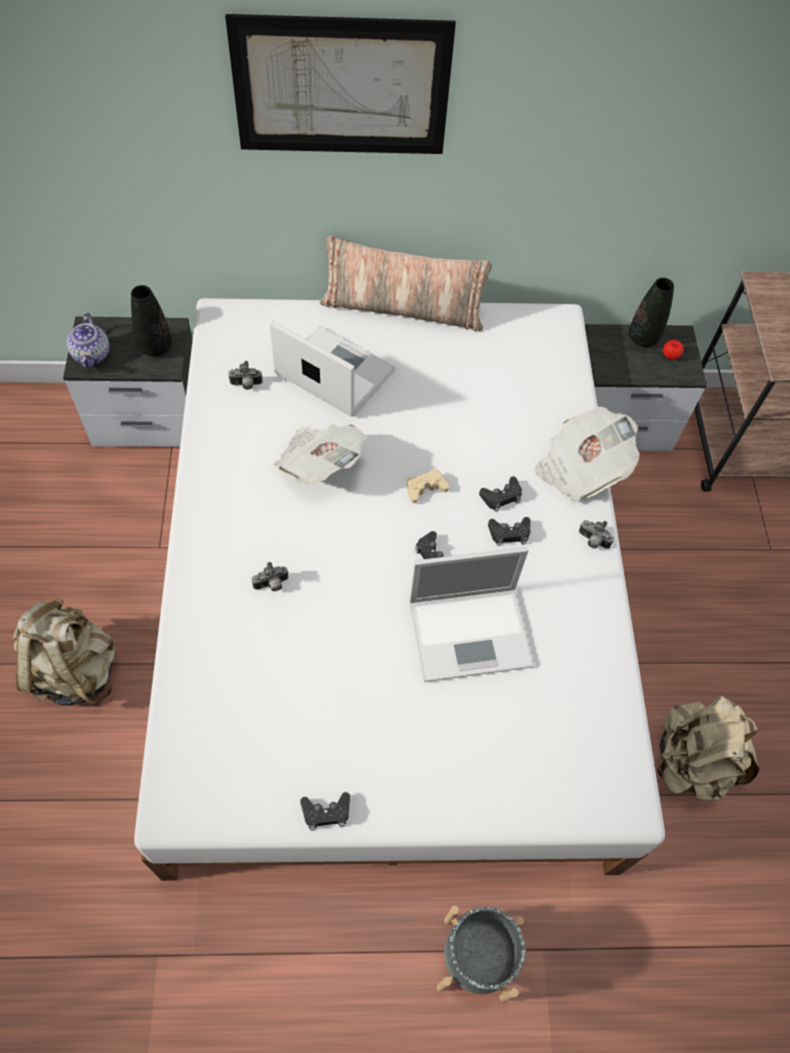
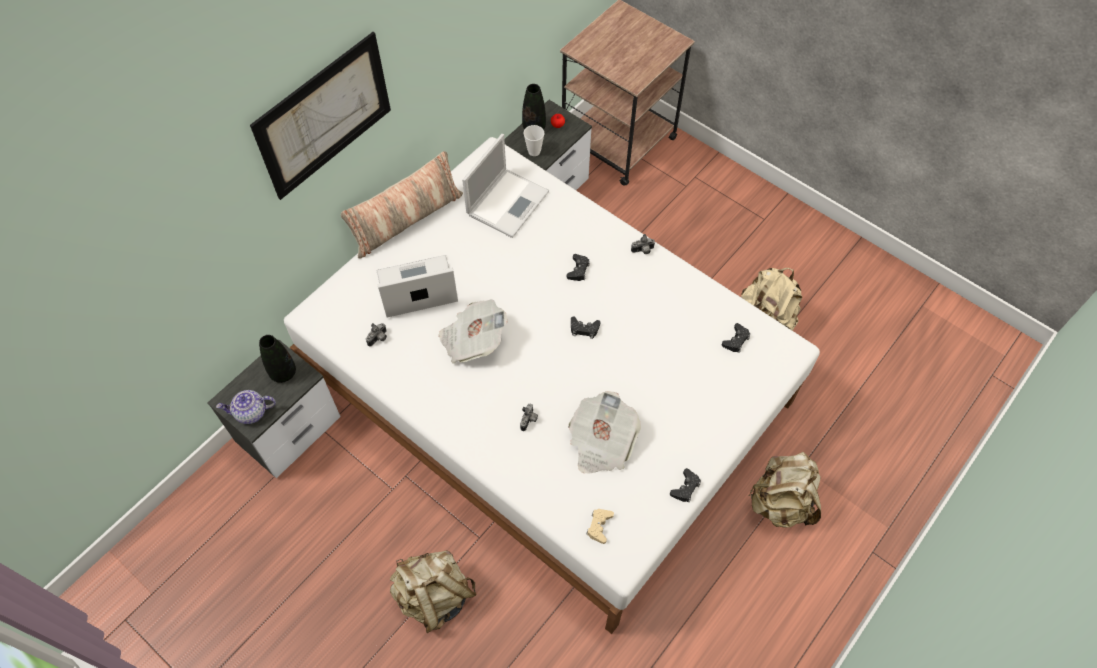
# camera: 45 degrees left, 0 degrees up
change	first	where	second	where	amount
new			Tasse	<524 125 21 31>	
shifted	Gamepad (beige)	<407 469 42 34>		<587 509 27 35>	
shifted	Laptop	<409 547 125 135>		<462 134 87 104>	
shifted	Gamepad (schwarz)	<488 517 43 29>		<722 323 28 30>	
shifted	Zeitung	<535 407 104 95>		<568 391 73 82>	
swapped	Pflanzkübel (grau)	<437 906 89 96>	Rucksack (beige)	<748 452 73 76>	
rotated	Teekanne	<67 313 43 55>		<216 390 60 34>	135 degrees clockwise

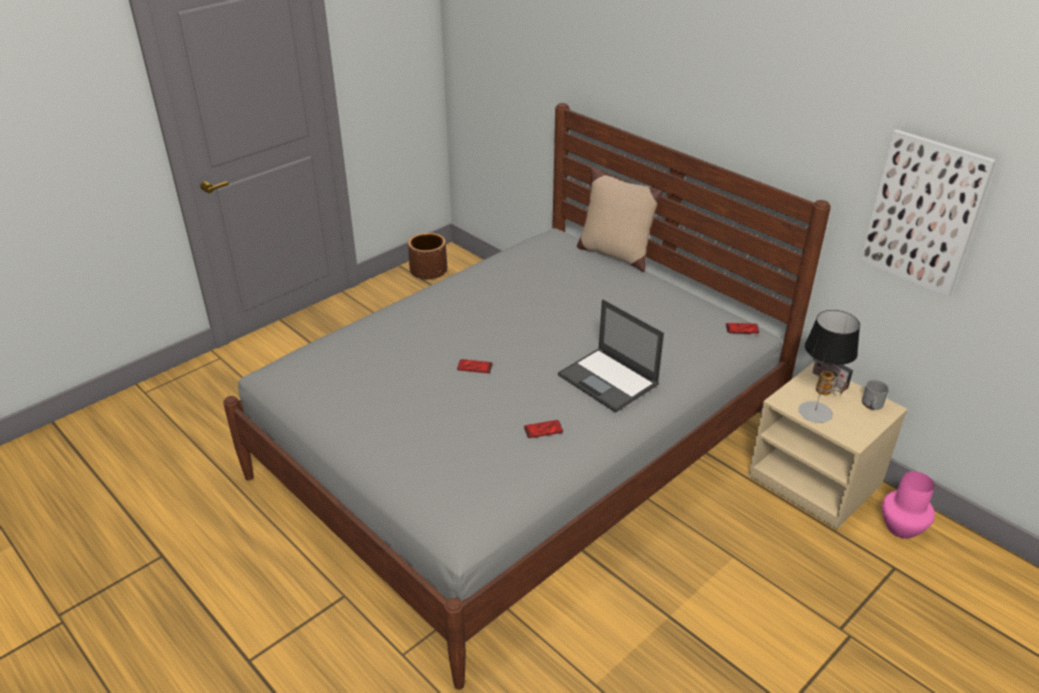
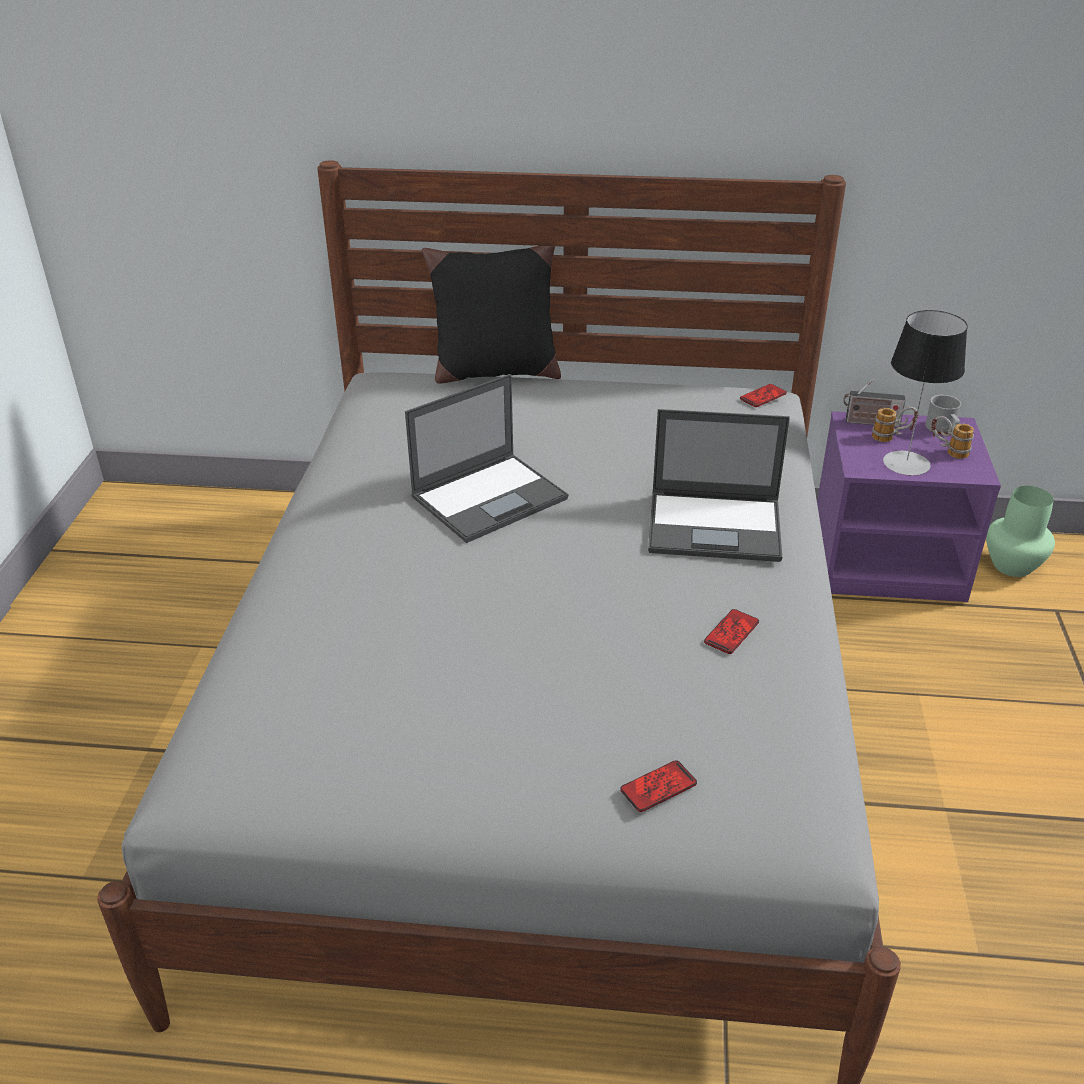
# camera: 40 degrees left, 0 degrees up
change	first	where	second	where	amount
gone	Pflanzkübel (braun)	<408 233 39 46>			
gone	Bild	<860 129 136 168>			
new			Laptop	<405 374 163 169>	
new			Henkelbecher	<931 416 43 43>	
shifted	Handy	<457 359 36 14>		<620 760 77 52>	
repainted	Kissen (beige)	<577 168 86 104>	Kissen (schwarz)	<422 246 139 138>	
repainted	Nachttisch (beige)	<748 362 160 168>	Nachttisch (lila)	<817 411 184 191>	
repainted	Vase (rosa)	<882 471 53 68>	Vase (grün)	<986 486 69 91>	

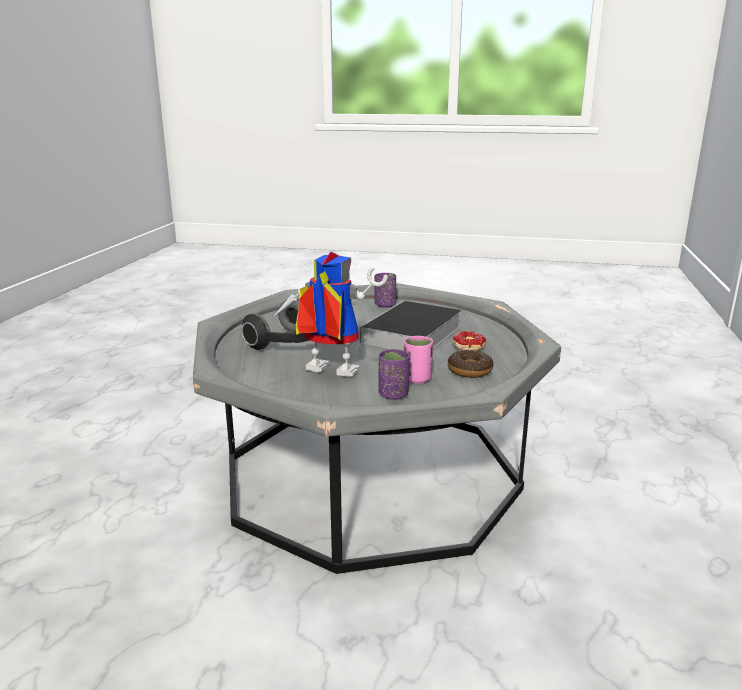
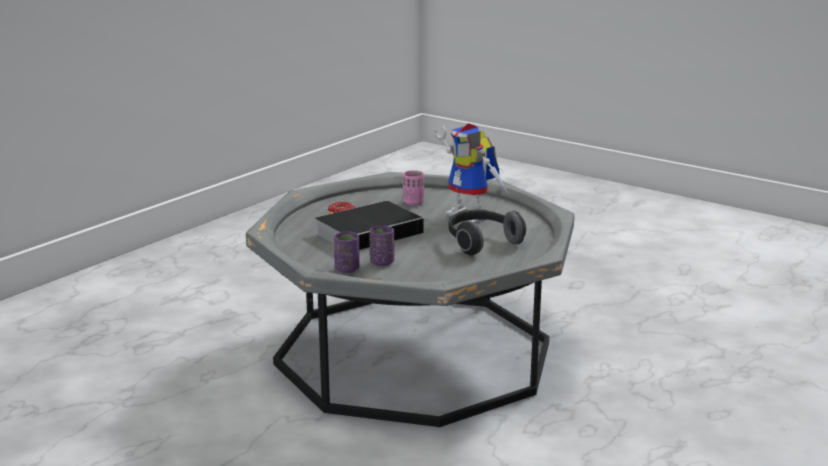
# camera: 155 degrees left, 0 degrees up
change	first	where	second	where	amount
gone	Donut	<448 350 46 28>			
shifted	Tasse (lila)	<378 349 32 51>		<369 226 25 40>	

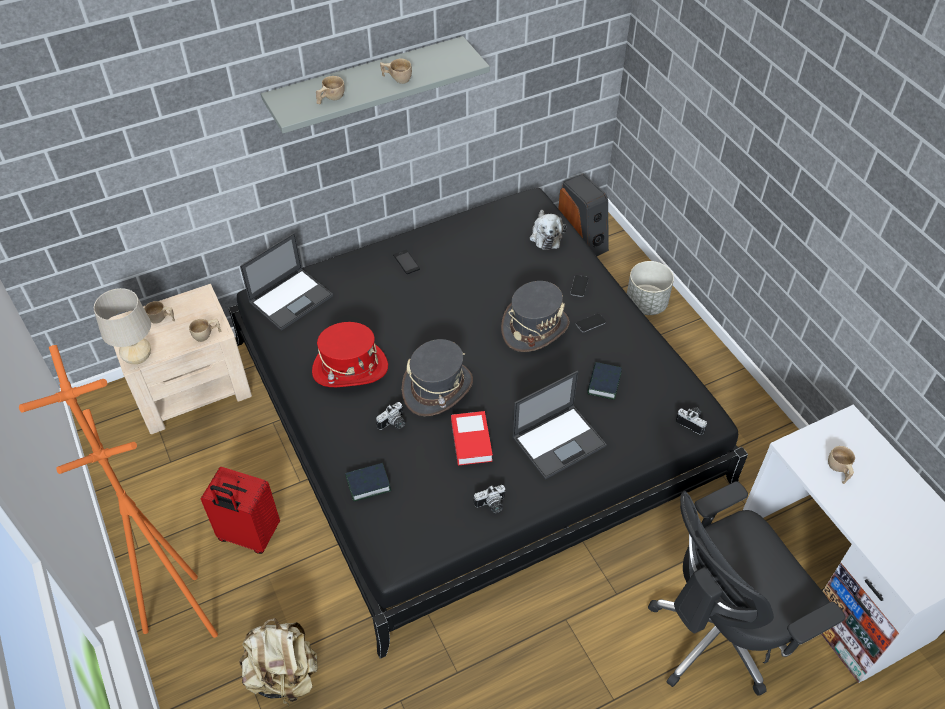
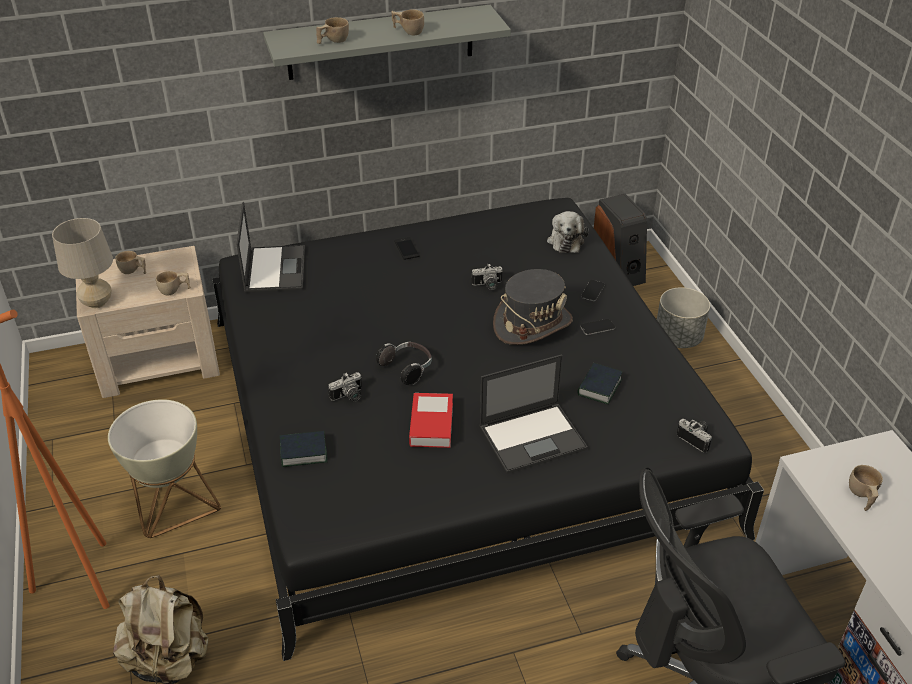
# camera: 10 degrees right, 10 degrees down
change	first	where	second	where	amount
gone	Hut (rot)	<312 322 76 65>			
shifted	Kamera	<473 485 32 28>		<471 264 32 26>	
swapped	Koffer (rot)	<201 467 79 87>	Pflanzkübel	<108 399 113 139>	
swapped	Hut (grau)	<402 339 71 77>	Kopfhörer	<376 342 56 43>	
rotated	Laptop	<240 233 93 98>		<236 202 69 91>	60 degrees counterclockwise

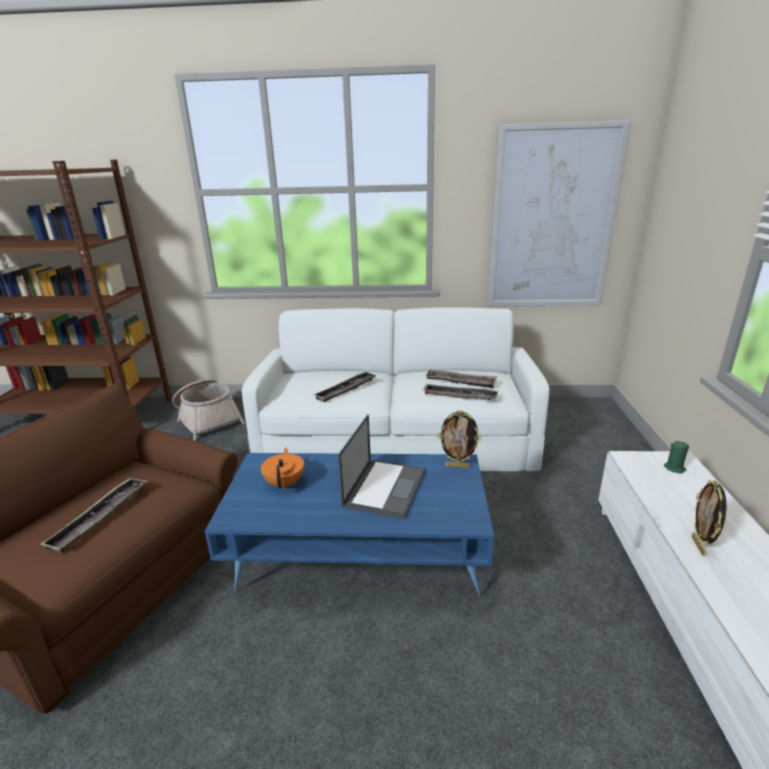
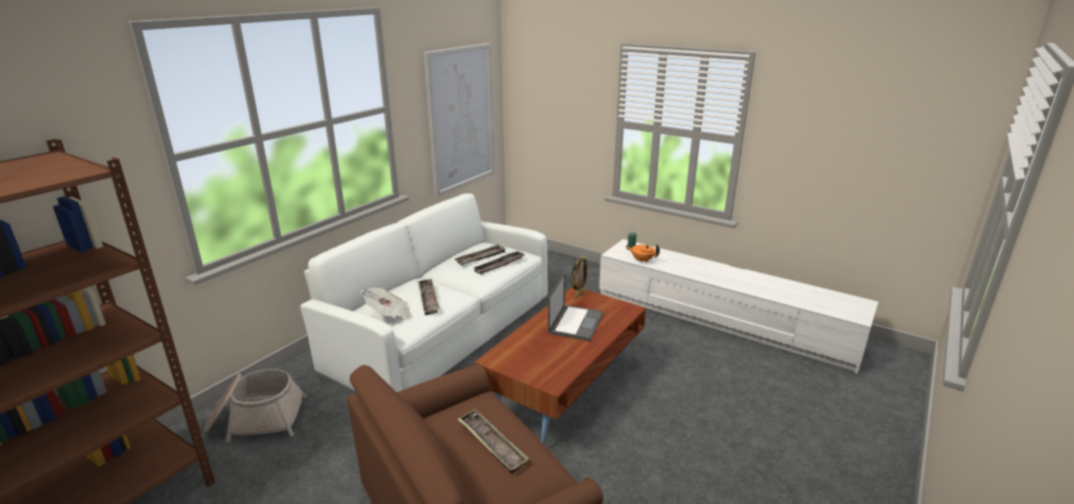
# camera: 60 degrees left, 0 degrees up
change	first	where	second	where	amount
gone	Bilderrahmen	<692 480 35 76>			
new			Zeitung	<360 288 52 30>	
shifted	Teekanne (orange)	<261 448 43 42>		<626 244 34 19>	
repainted	Couchtisch (blau)	<205 453 289 145>	Couchtisch (braun)	<474 286 172 157>	
rotated	Laptop	<338 414 87 105>		<548 273 55 68>	60 degrees clockwise

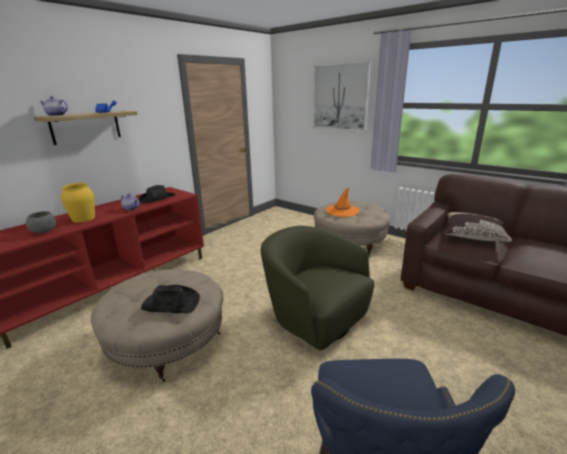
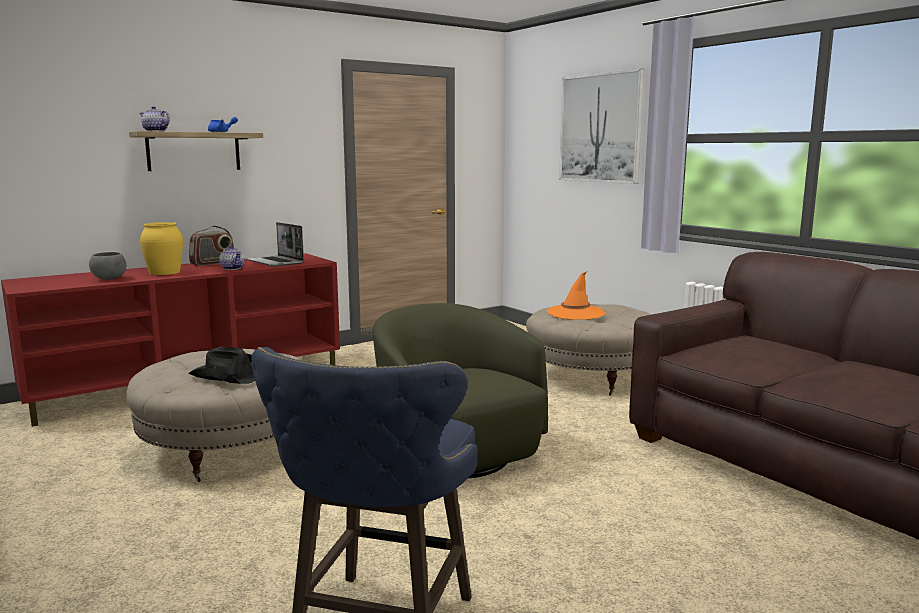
# camera: 15 degrees right, 10 degrees down
change	first	where	second	where	amount
gone	Kissen	<445 212 67 30>			
new			Radio	<189 226 45 40>	
swapped	Hut (schwarz)	<138 185 37 18>	Laptop	<247 222 57 45>	

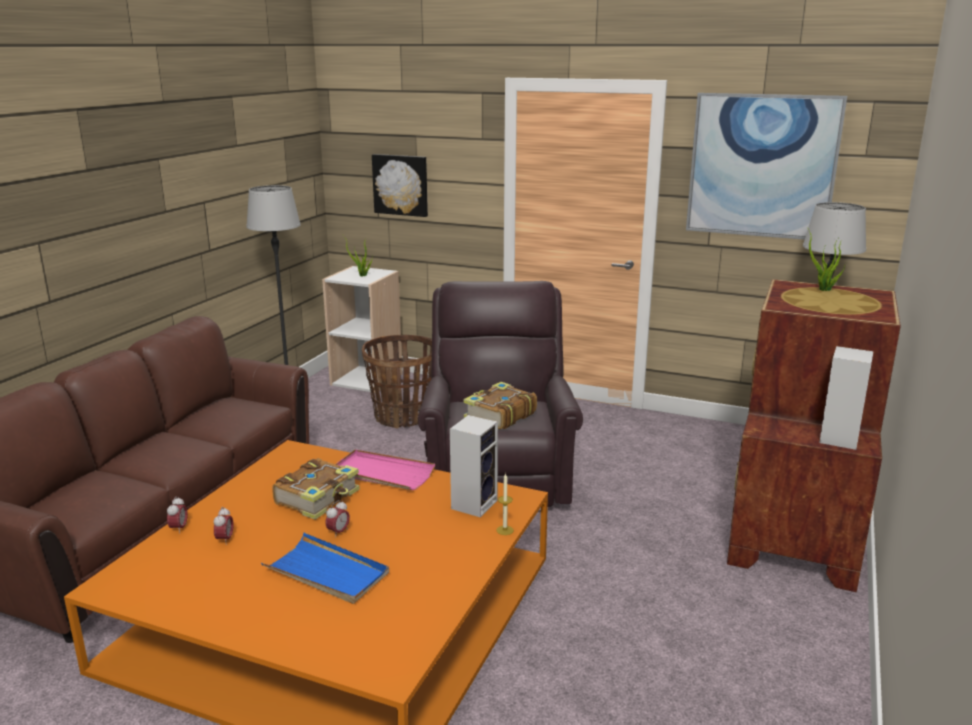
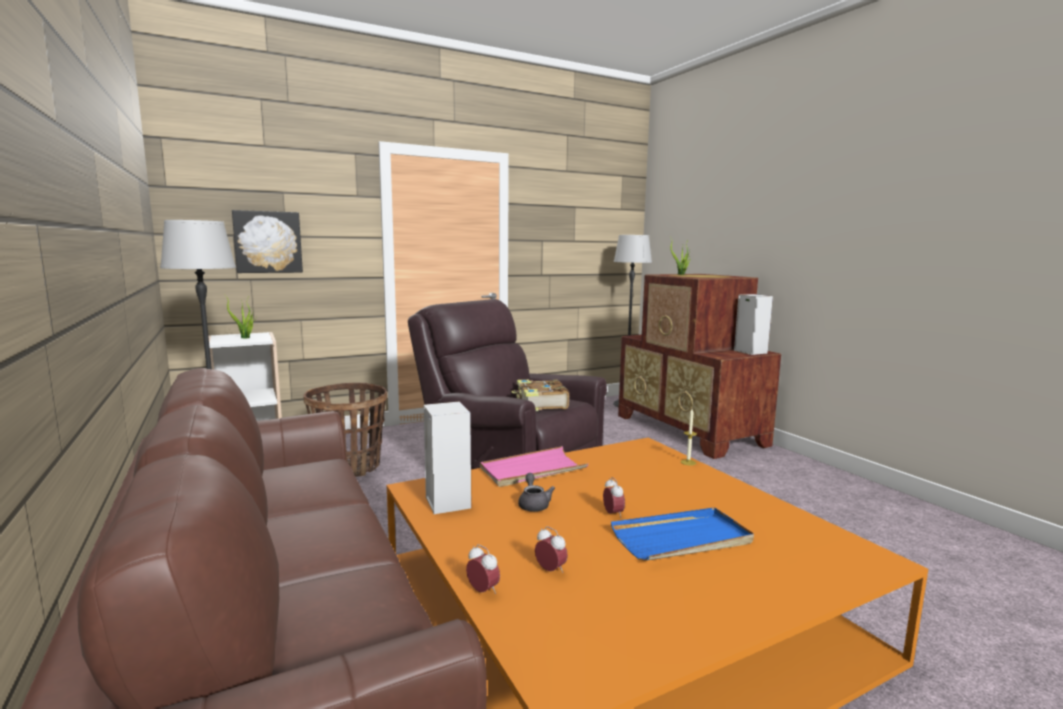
# camera: 50 degrees left, 10 degrees down
change	first	where	second	where	amount
gone	Bild	<686 93 161 147>			
shifted	Lautsprecher	<450 415 48 102>		<424 401 47 113>	
swapped	Buch	<272 458 88 62>	Teekanne (grau)	<518 473 37 39>	

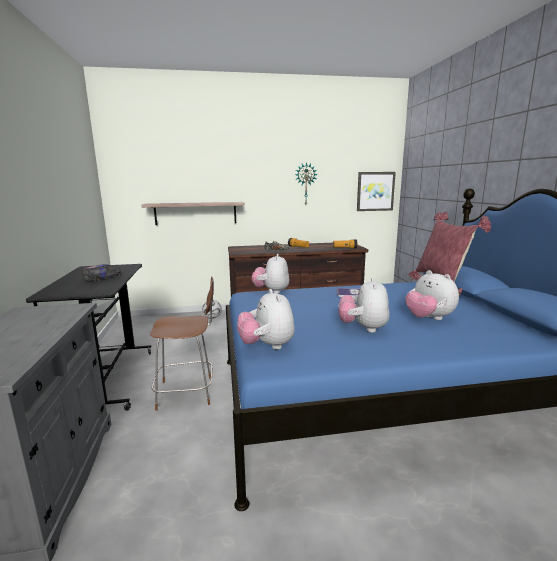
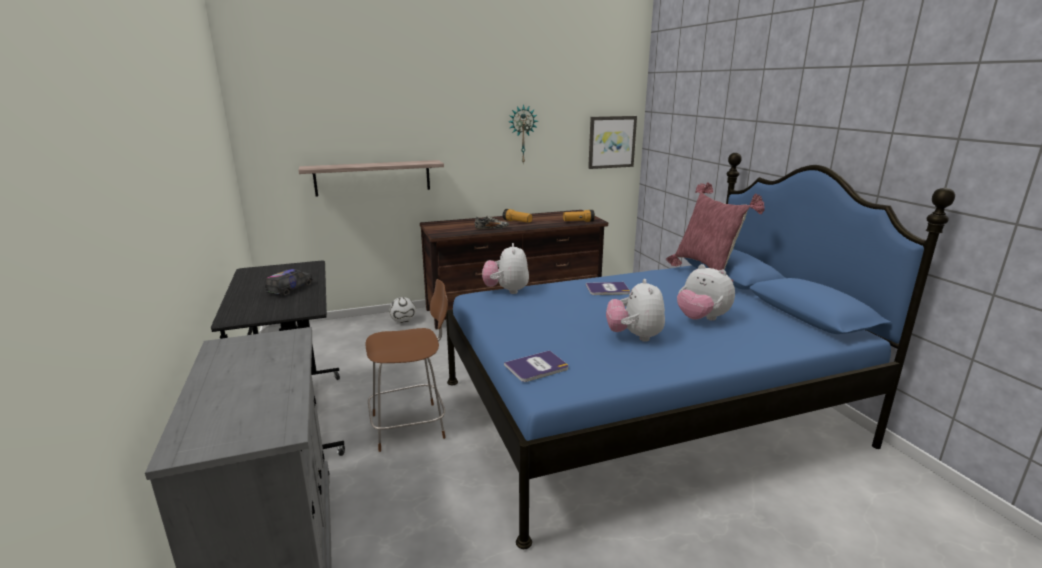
# camera: 10 degrees left, 5 degrees up
change	first	where	second	where	amount
swapped	Plüschtier	<237 289 58 61>	Buch	<504 350 64 32>	

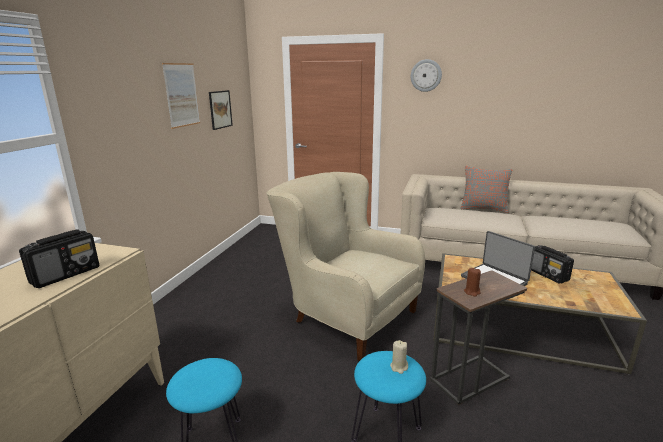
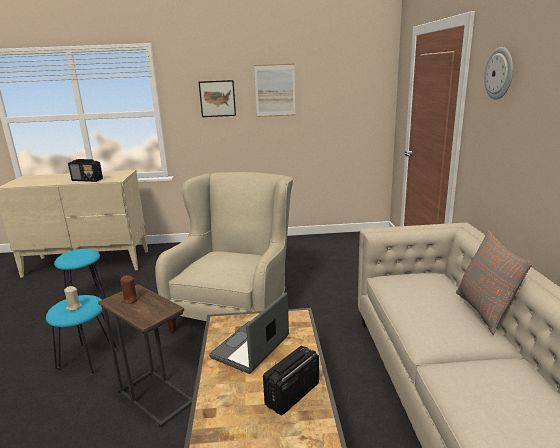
# camera: 70 degrees right, 0 degrees up
change	first	where	second	where	amount
shifted	Bild	<209 90 24 40>		<199 80 37 37>	

